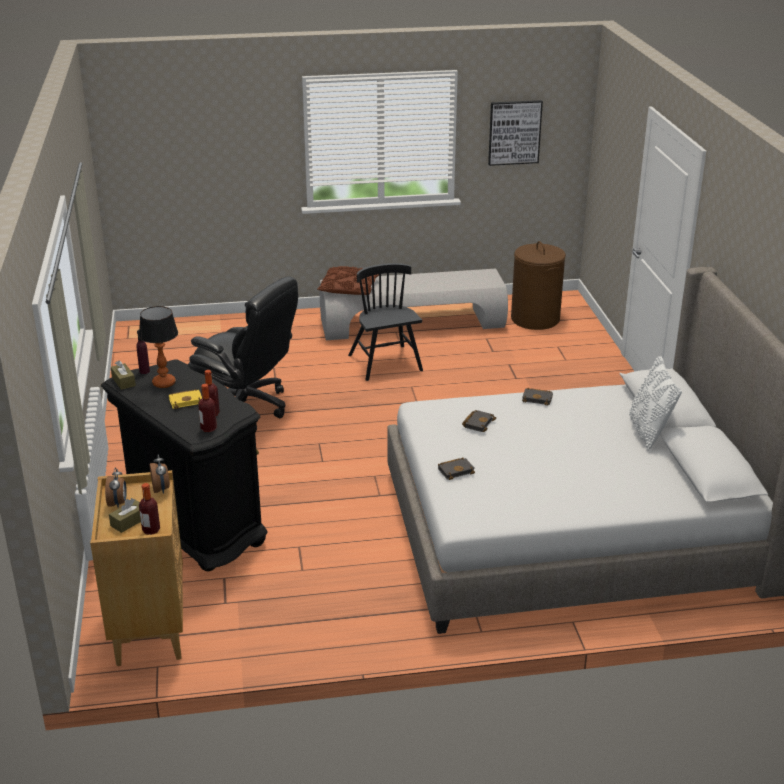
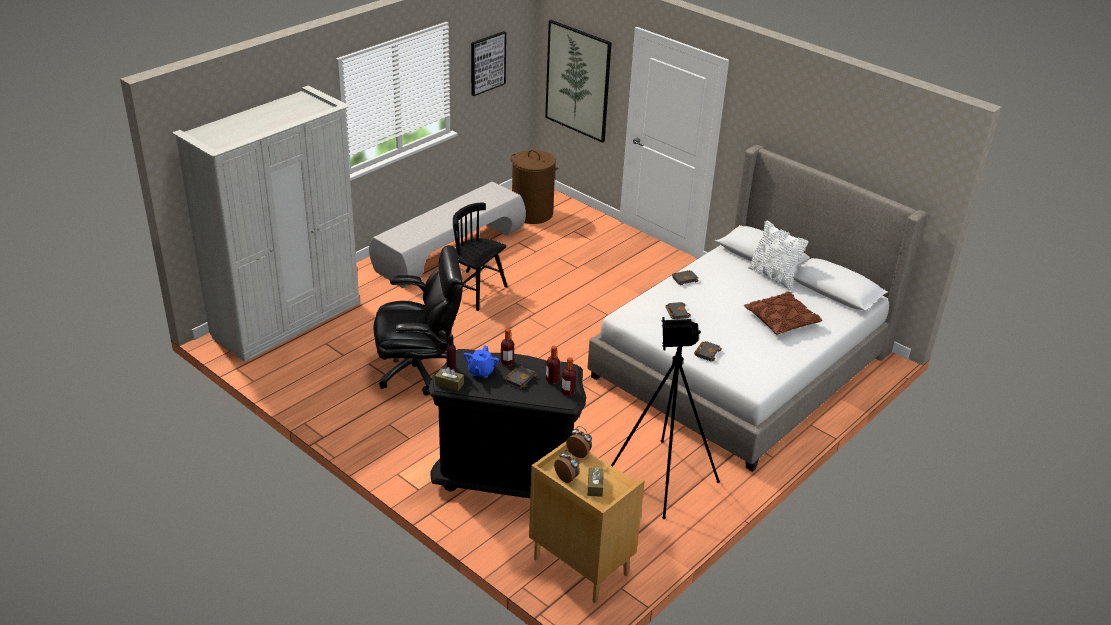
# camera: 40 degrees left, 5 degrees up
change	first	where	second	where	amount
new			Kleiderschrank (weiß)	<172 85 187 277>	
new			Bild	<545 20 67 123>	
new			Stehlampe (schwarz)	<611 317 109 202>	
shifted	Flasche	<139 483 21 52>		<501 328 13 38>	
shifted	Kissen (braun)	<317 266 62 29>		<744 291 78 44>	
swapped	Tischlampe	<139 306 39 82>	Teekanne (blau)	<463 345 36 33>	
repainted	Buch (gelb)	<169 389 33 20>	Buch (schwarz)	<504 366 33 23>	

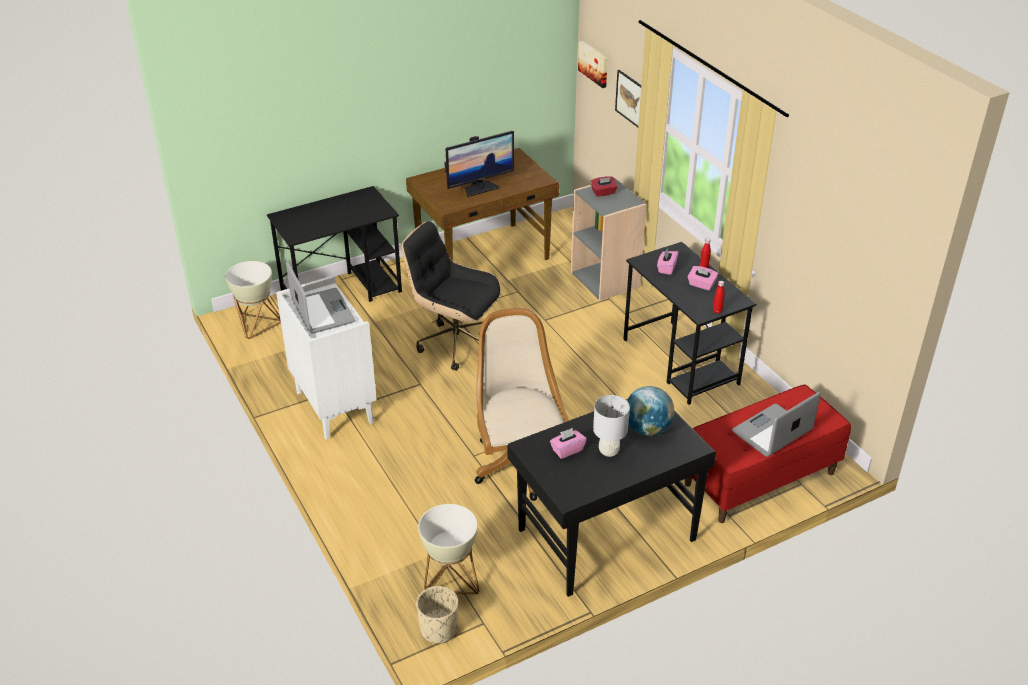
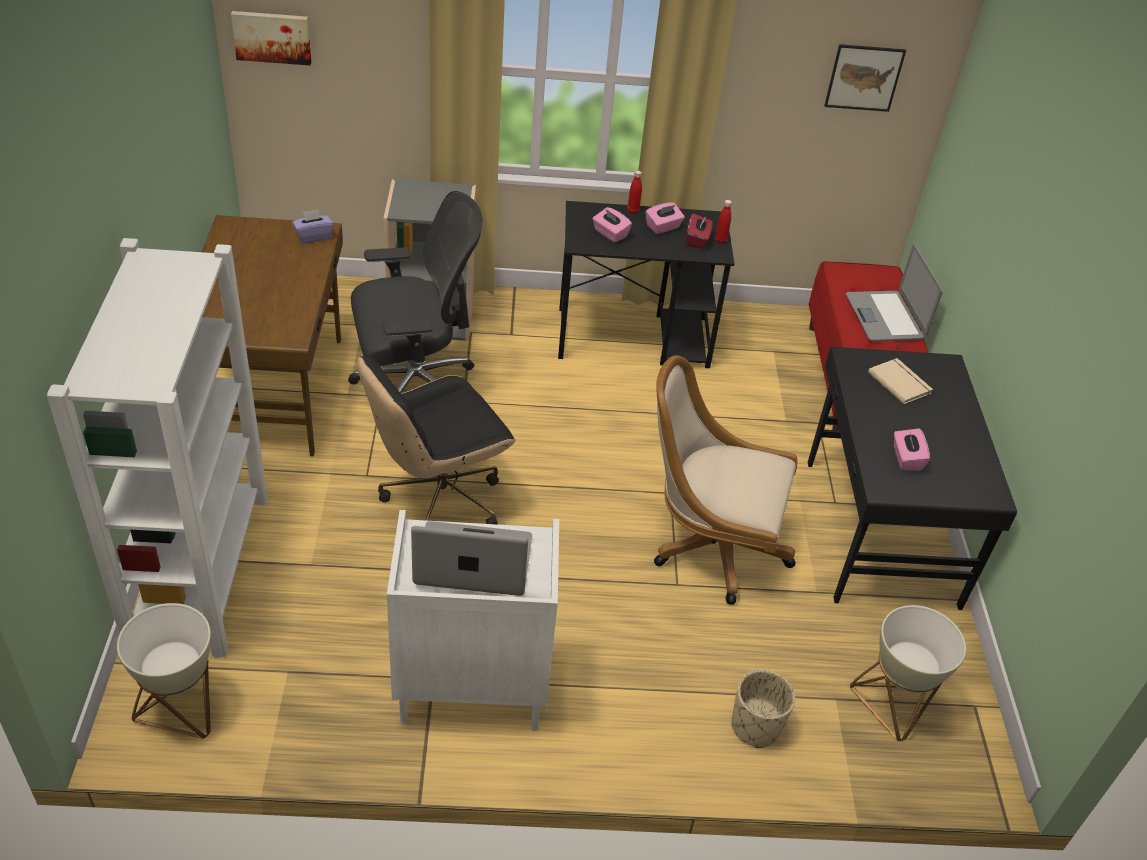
# camera: 65 degrees left, 5 degrees up
change	first	where	second	where	amount
gone	Monitor	<444 131 70 66>			
gone	Tischlampe (grau)	<593 395 37 62>			
new			Taschentuchbox (lila)	<292 209 42 35>	
new			Bürostuhl	<348 191 135 202>	
shifted	Pflanzkübel (beige)	<416 586 42 57>		<731 670 64 78>	
shifted	Taschentuchbox (rot)	<591 176 27 21>		<686 213 27 36>	
shifted	Bild	<615 70 26 57>		<824 44 82 68>	
swapped	Schreibtisch (schwarz)	<267 186 135 116>	Bücherregal (weiß)	<47 238 221 419>	
swapped	Globus	<627 386 47 50>	Buch (beige)	<868 358 65 46>	

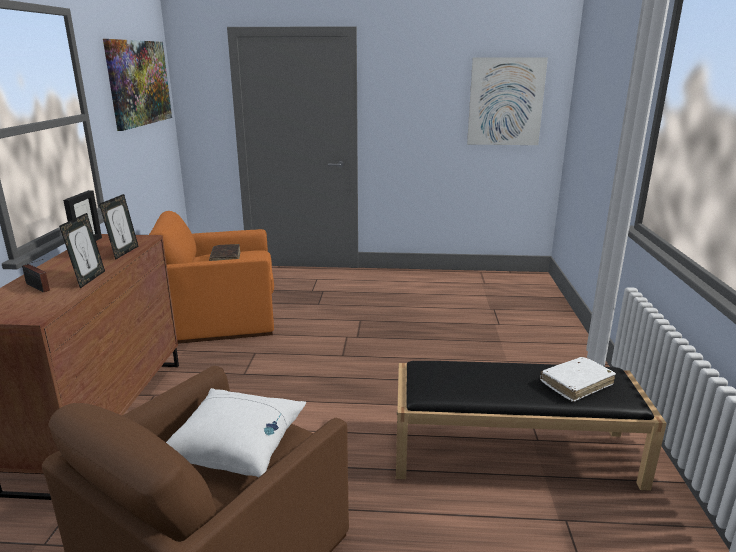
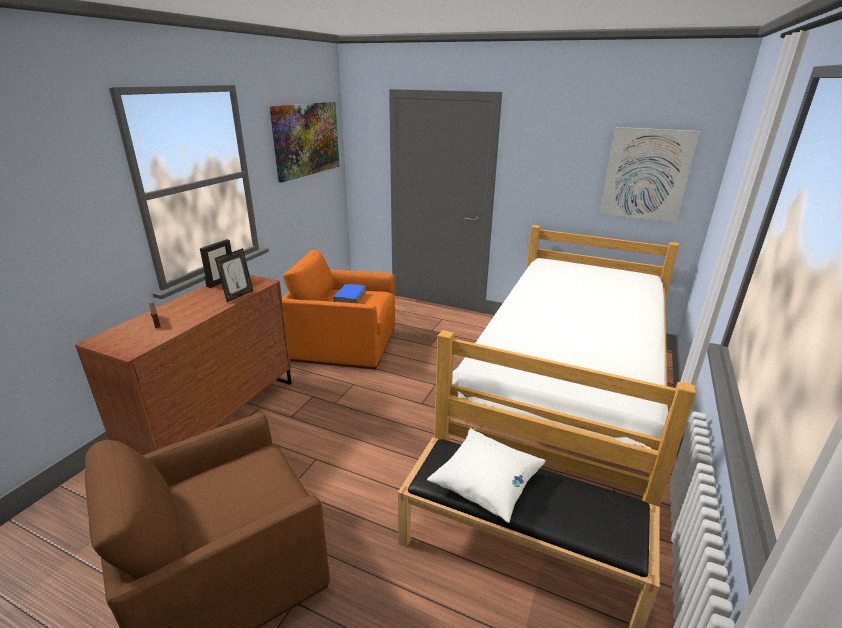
# camera: 20 degrees right, 5 degrees up
change	first	where	second	where	amount
gone	Bilderrahmen	<59 213 46 75>			
gone	Buch (weiß)	<540 357 76 45>			
new			Bett	<434 225 262 282>	
shifted	Kissen (weiß)	<166 388 140 89>		<427 428 119 95>	
repainted	Buch (braun)	<209 244 31 17>	Buch (blau)	<333 284 33 19>	

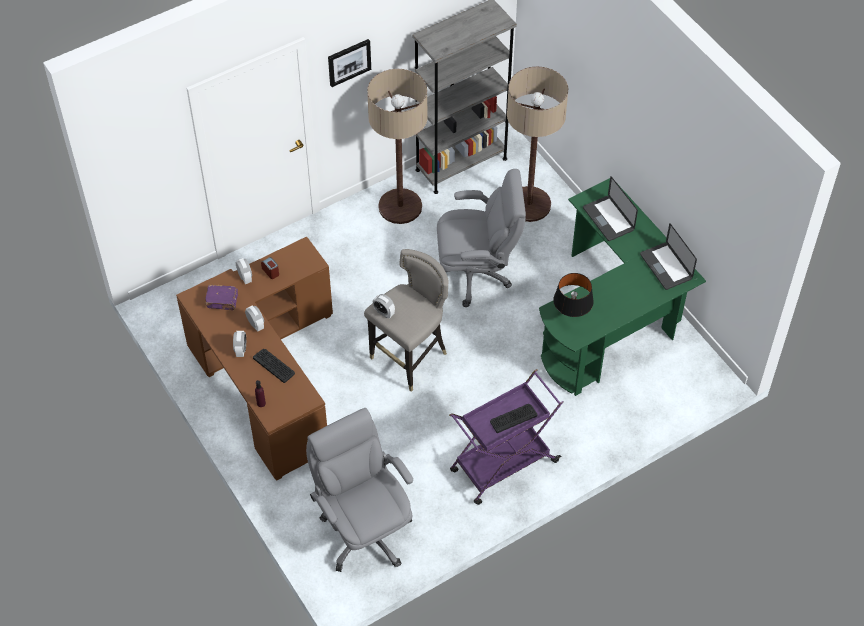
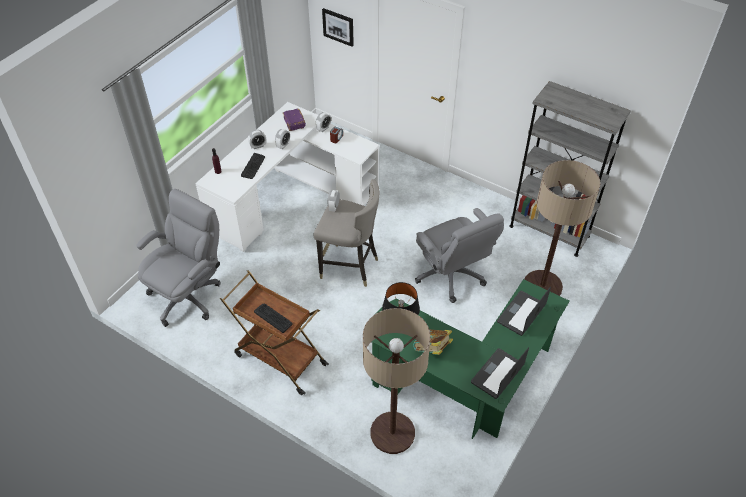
# camera: 65 degrees right, 5 degrees down
change	first	where	second	where	amount
new			Buch	<413 329 40 26>	
shifted	Bild	<328 39 43 48>		<322 8 32 39>	
shifted	Stehlampe	<367 69 61 155>		<363 308 68 146>	
repainted	Schreibtisch (braun)	<176 237 157 243>	Schreibtisch (weiß)	<195 102 184 150>	
repainted	Rollwagen (lila)	<449 369 114 136>	Rollwagen (braun)	<220 270 109 125>	

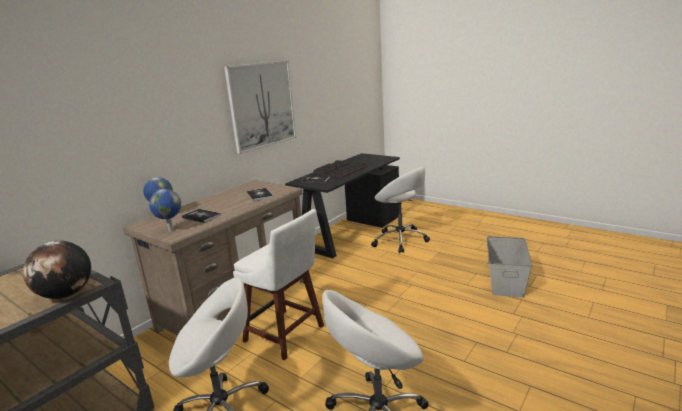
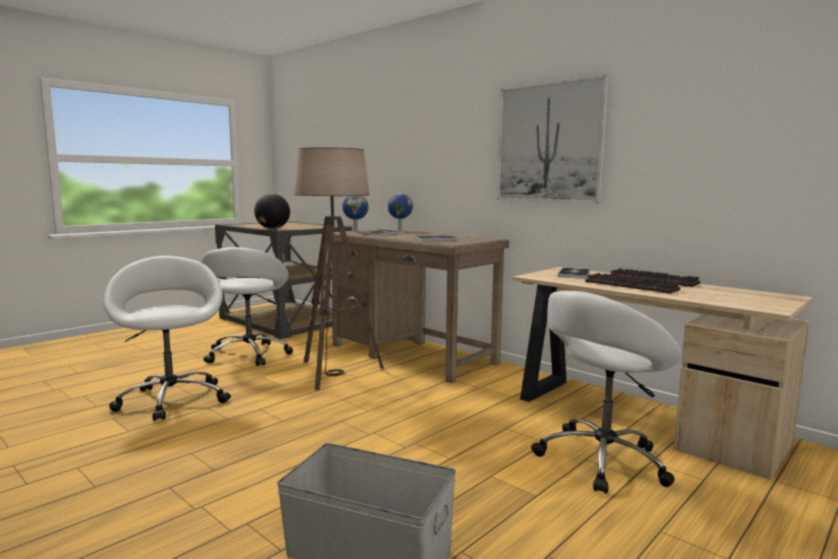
# camera: 95 degrees right, 10 degrees down
change	first	where	second	where	amount
swapped	Stuhl (weiß)	<233 209 91 151>	Stehlampe	<294 147 90 243>	
repainted	Schreibtisch (schwarz)	<285 153 115 105>	Schreibtisch (beige)	<512 267 301 213>	

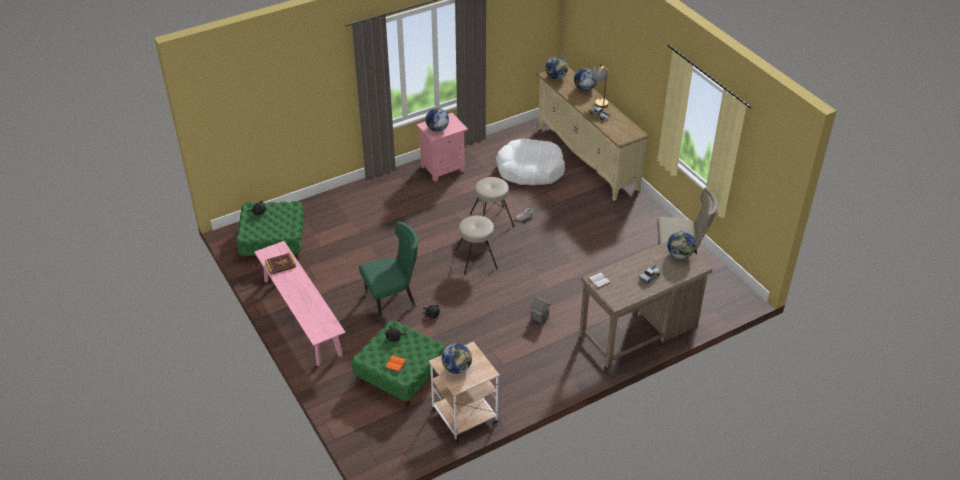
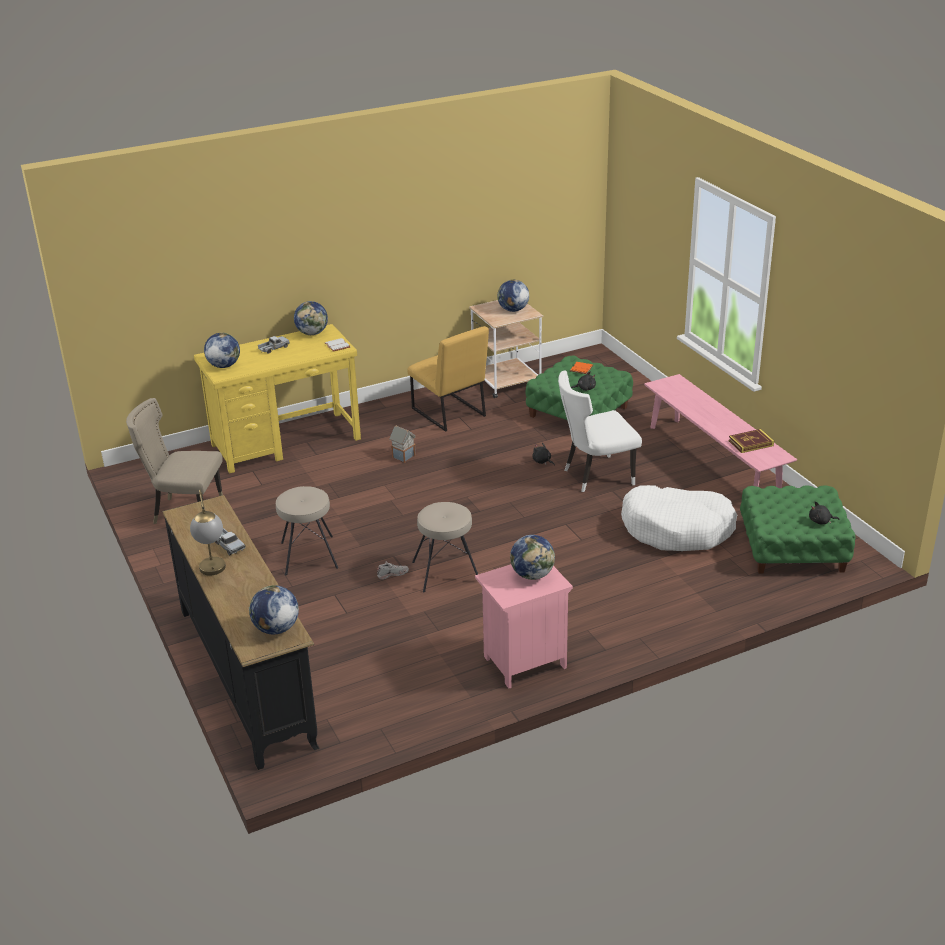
# camera: 175 degrees left, 10 degrees down
change	first	where	second	where	amount
new			Stuhl (gelb)	<407 326 82 106>	
shifted	Hocker (beige)	<455 216 43 59>		<276 486 62 89>	
shifted	Hundebett (weiß)	<496 138 69 47>		<621 485 116 66>	
shifted	Globus	<574 68 23 23>		<294 301 34 34>	
repainted	Stuhl (grün)	<359 221 60 100>	Stuhl (weiß)	<558 371 84 121>	
repainted	Kommode (beige)	<537 67 112 134>	Kommode (schwarz)	<162 495 157 275>	
repainted	Schreibtisch (braun)	<579 241 133 127>	Schreibtisch (gelb)	<194 324 167 149>	

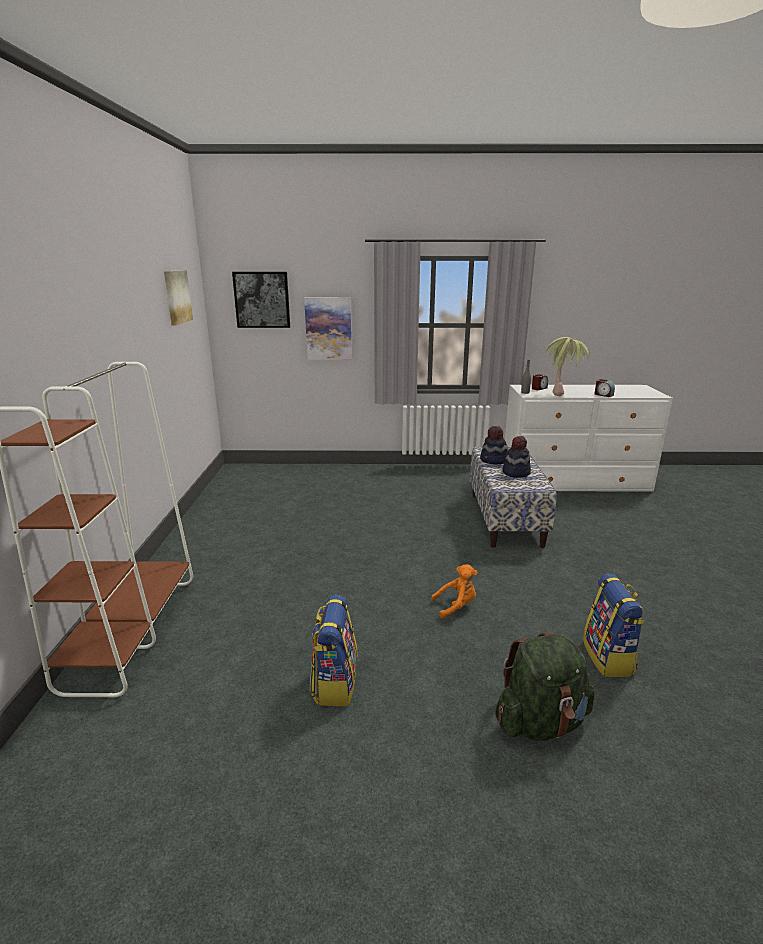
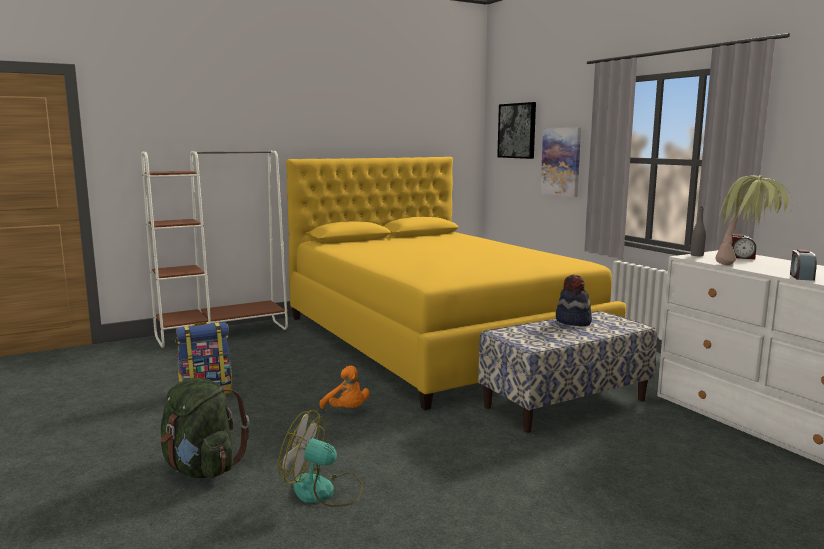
# camera: 60 degrees right, 10 degrees down
change	first	where	second	where	amount
gone	Bild	<164 270 29 55>			
gone	Hut	<503 436 28 42>			
new			Bett (gelb)	<286 157 340 253>	
swapped	Rucksack	<583 574 62 103>	Ventilator	<278 410 85 97>	

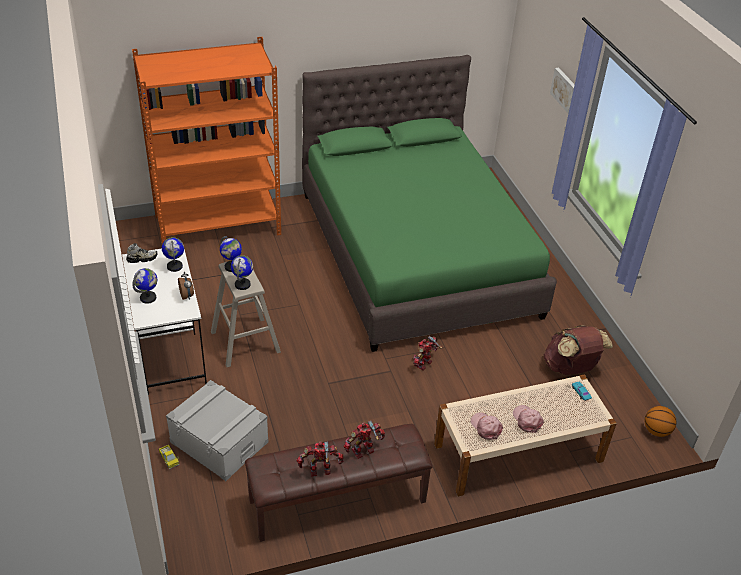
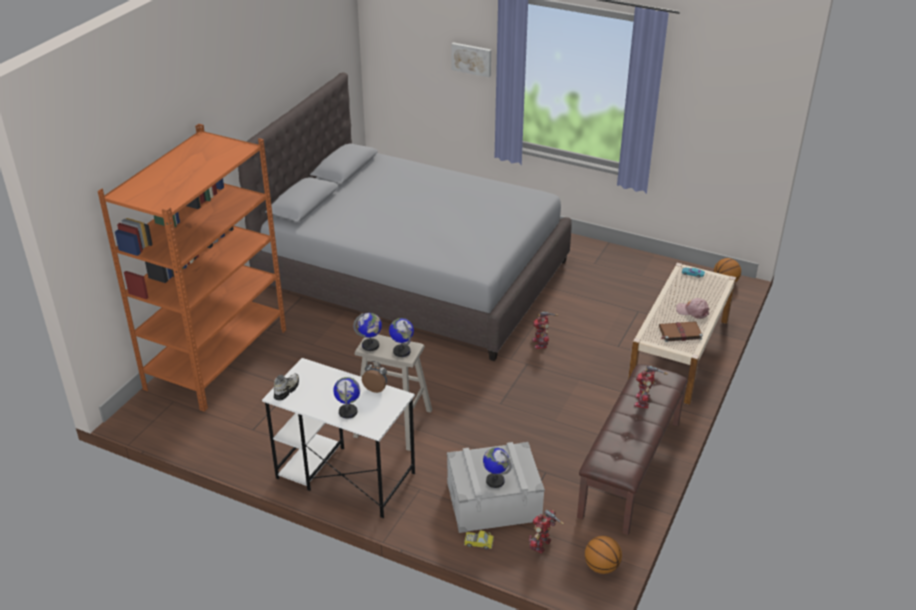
# camera: 45 degrees left, 5 degrees down
change	first	where	second	where	amount
gone	Rucksack (braun)	<544 325 69 50>			
new			Basketball	<585 536 37 38>	
shifted	Globus	<162 237 22 35>		<483 447 28 41>	
shifted	Spielzeugroboter	<296 441 47 36>		<529 509 35 45>	
swapped	Kappe (rosa)	<471 412 32 28>	Buch (braun)	<659 321 44 21>	
repainted	Bett (grün)	<302 55 255 297>	Bett (grau)	<238 73 334 288>	

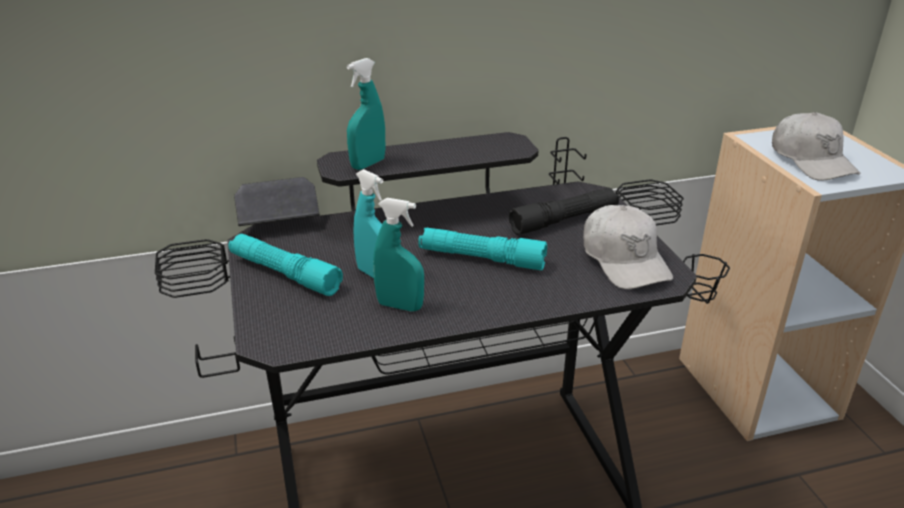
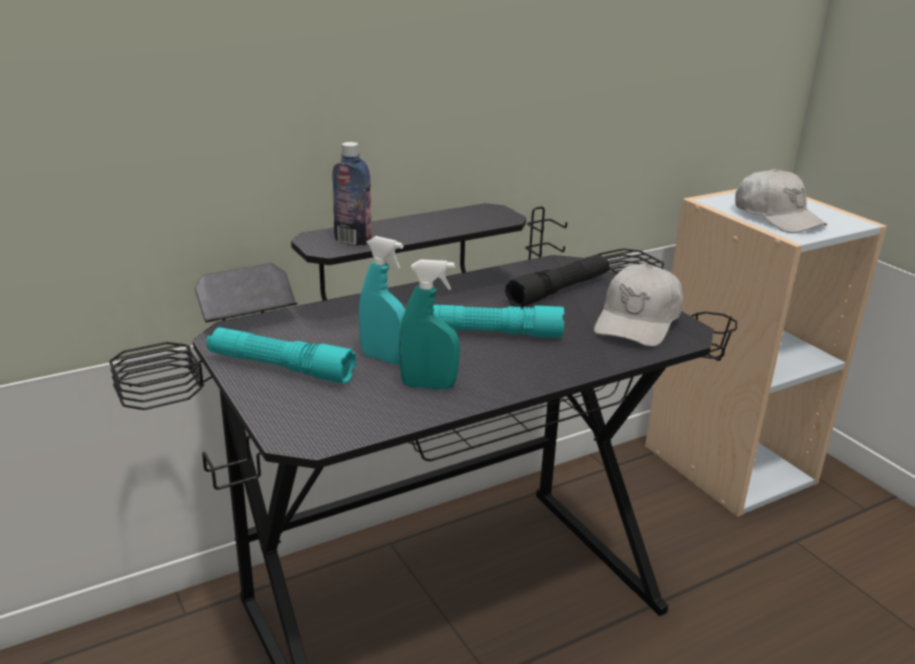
# camera: 15 degrees left, 5 degrees down
change	first	where	second	where	amount
swapped	Sprühflasche (türkis)	<347 58 38 112>	Flasche	<332 142 39 103>	
rotated	Kappe (weiß)	<583 205 90 84>		<594 264 89 83>	60 degrees clockwise

